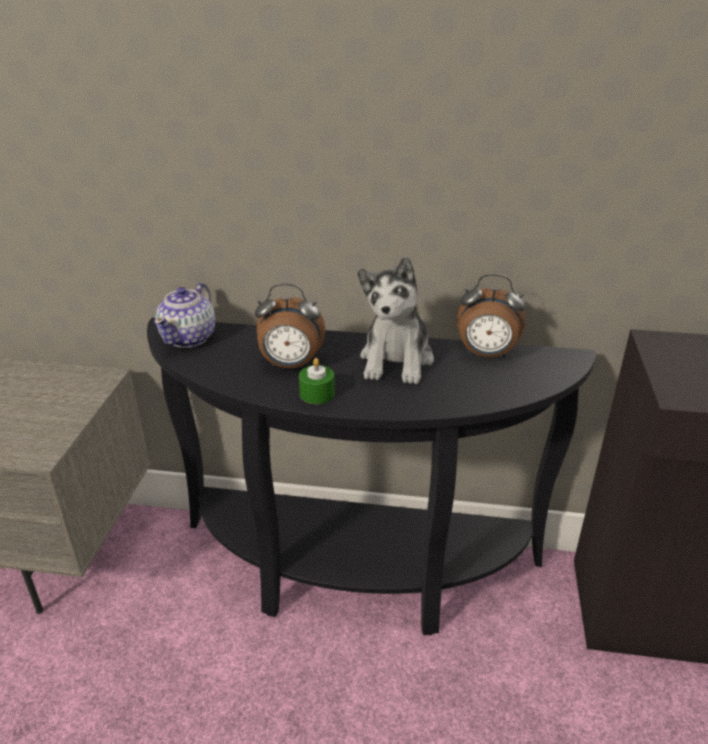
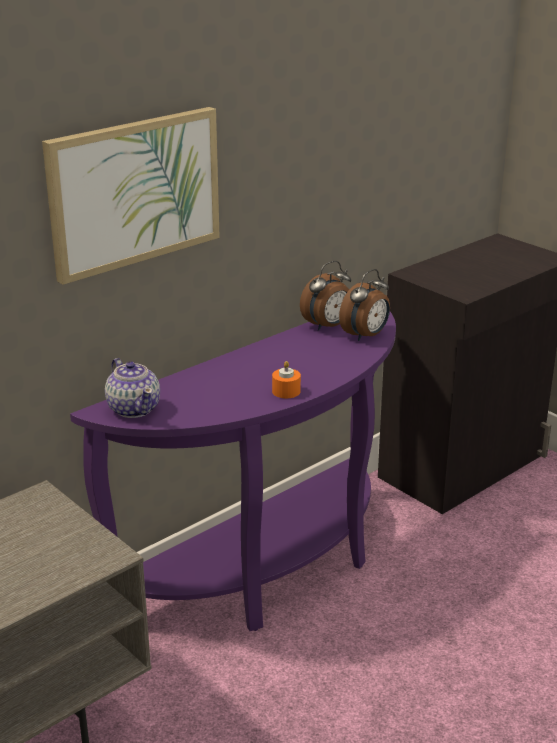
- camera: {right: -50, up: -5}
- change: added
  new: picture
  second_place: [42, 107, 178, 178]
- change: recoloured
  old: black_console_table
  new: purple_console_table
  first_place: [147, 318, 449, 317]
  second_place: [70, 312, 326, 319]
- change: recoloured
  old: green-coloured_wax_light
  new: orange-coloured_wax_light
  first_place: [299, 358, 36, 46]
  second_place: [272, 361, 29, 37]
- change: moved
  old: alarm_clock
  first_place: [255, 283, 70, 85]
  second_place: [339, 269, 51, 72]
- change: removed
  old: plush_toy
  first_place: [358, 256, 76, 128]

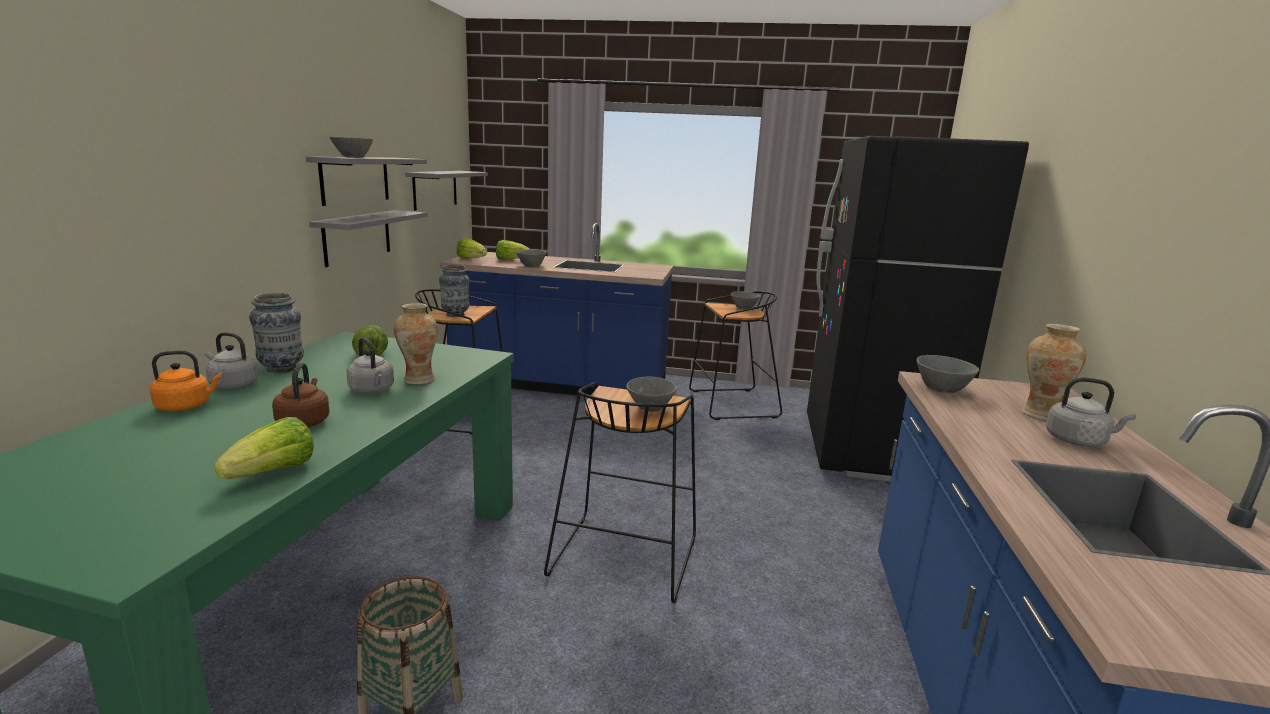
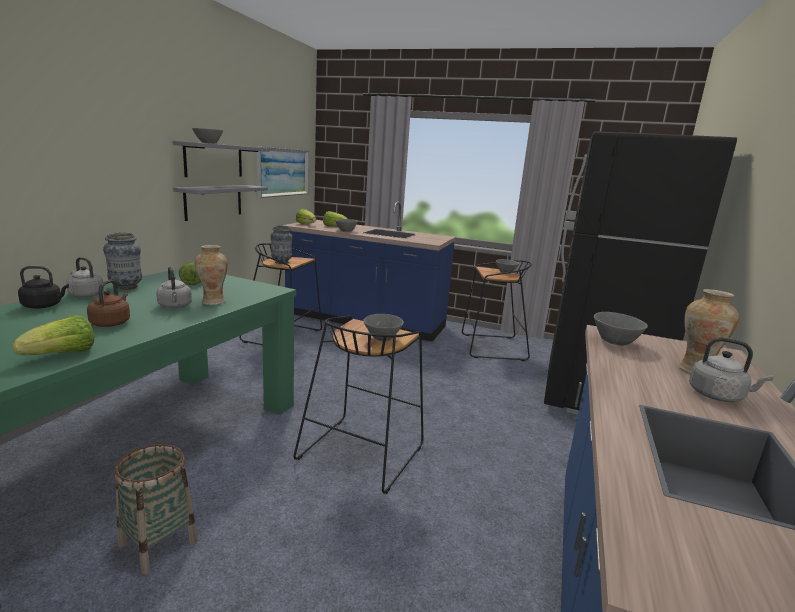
- camera: {right: 10, up: 0}
- change: recoloured
  old: orange-coloured_kettle
  new: black_kettle
  first_place: [150, 351, 72, 60]
  second_place: [18, 266, 51, 43]
- change: replaced
  old: grey_bracket_shelf
  new: picture
  first_place: [405, 171, 83, 39]
  second_place: [257, 147, 52, 51]

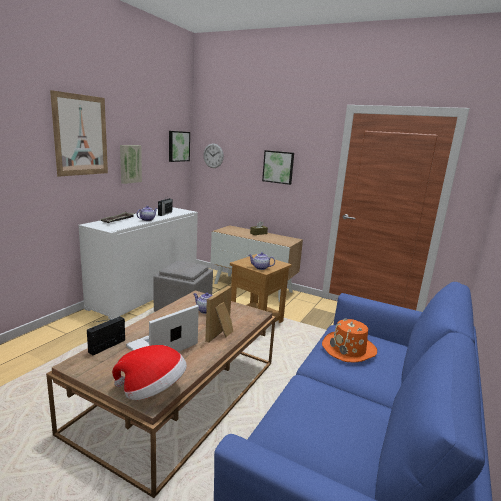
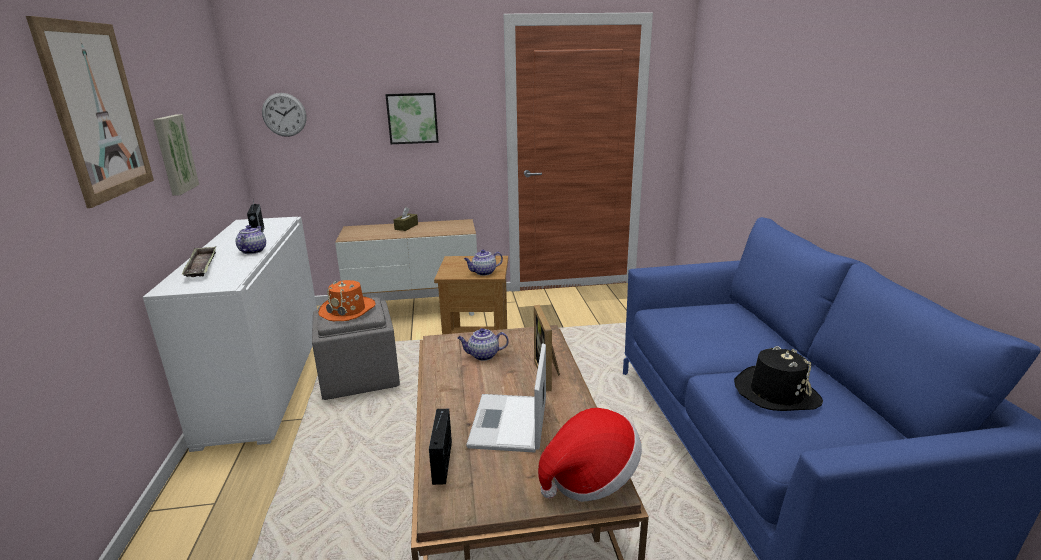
- camera: {right: -35, up: 5}
- change: moved
  old: orange-coloured_hat
  first_place: [322, 318, 55, 45]
  second_place: [318, 280, 58, 41]
- change: added
  new: black_hat
  second_place: [734, 346, 89, 65]
- change: removed
  old: picture
  first_place: [169, 131, 21, 31]

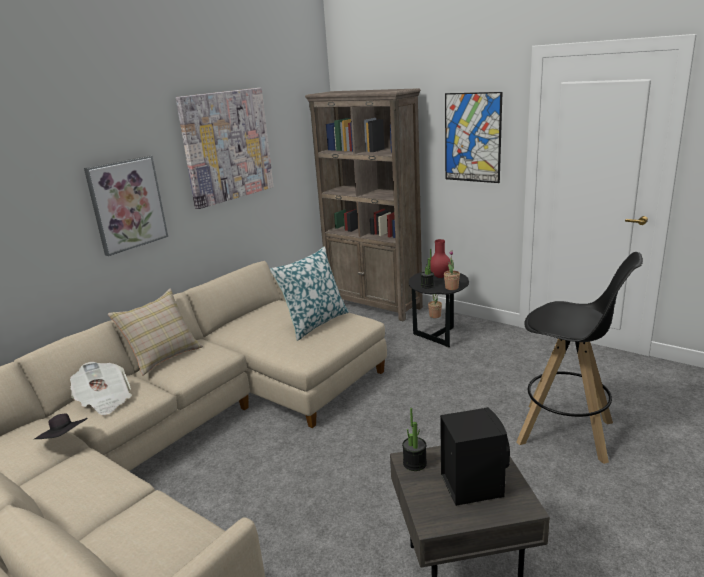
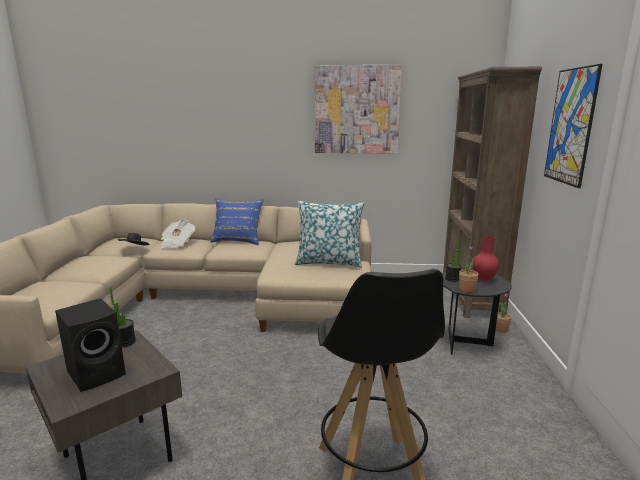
- camera: {right: 55, up: -5}
- change: recoloured
  old: beige-coloured_pillow
  new: blue-coloured_pillow
  first_place: [108, 289, 95, 87]
  second_place: [210, 198, 54, 47]
- change: removed
  old: picture
  first_place: [84, 155, 84, 101]

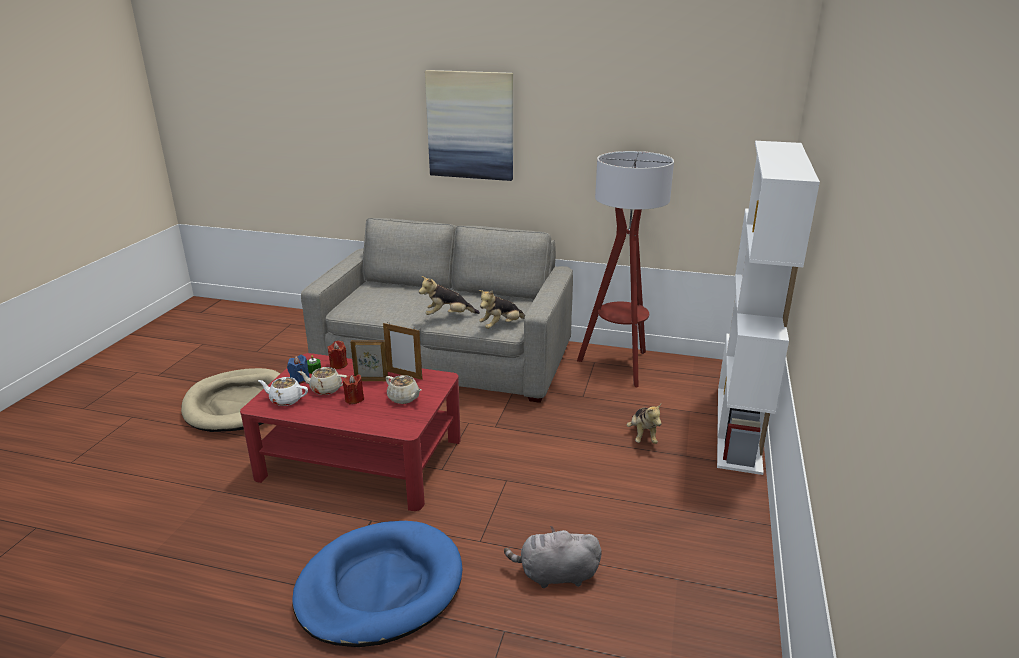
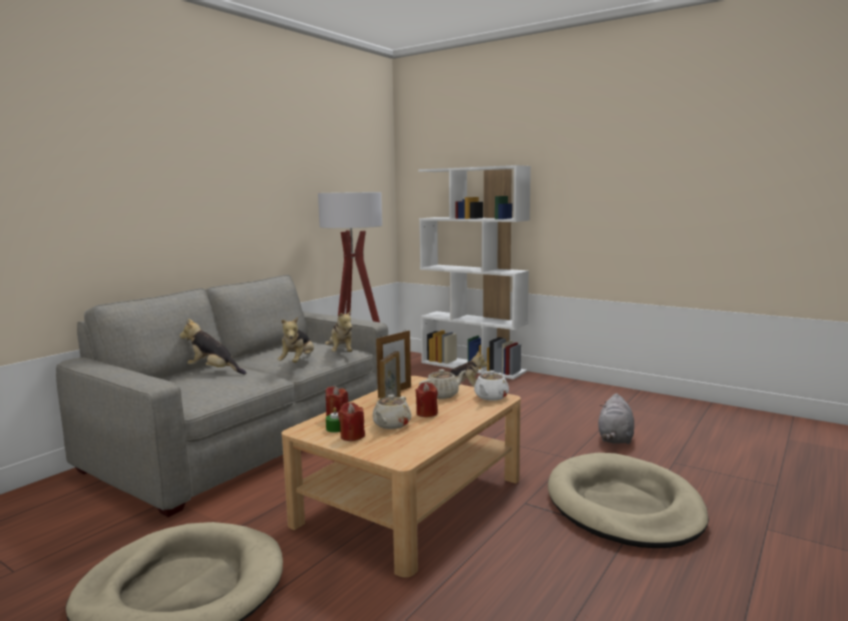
- camera: {right: -70, up: -15}
- change: added
  new: plush_toy
  second_place: [180, 319, 66, 56]
- change: recoloured
  old: red-coloured_lounge_table
  new: beige-coloured_lounge_table
  first_place: [240, 353, 221, 158]
  second_place: [282, 376, 239, 202]
- change: recoloured
  old: blue-coloured_wax_light
  new: red-coloured_wax_light
  first_place: [287, 355, 23, 29]
  second_place: [338, 402, 27, 39]
- change: moved
  old: white_tea_pot
  first_place: [258, 377, 50, 29]
  second_place: [474, 370, 35, 31]
- change: recoloured
  old: blue-coloured_pet_bed
  new: beige-coloured_pet_bed
  first_place: [292, 521, 171, 126]
  second_place: [548, 453, 161, 95]
- change: removed
  old: picture
  first_place: [425, 70, 88, 111]

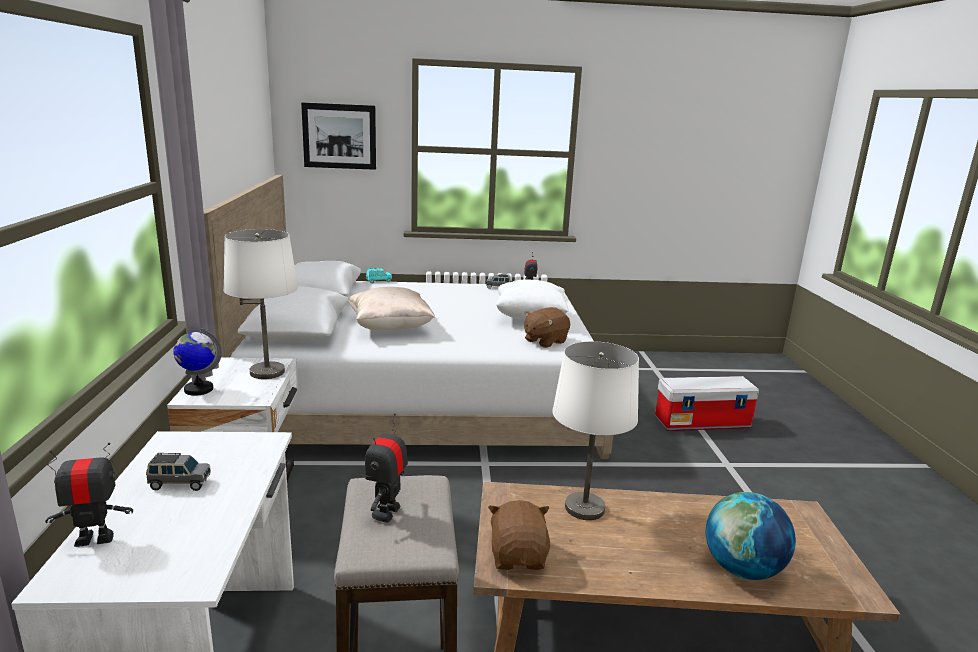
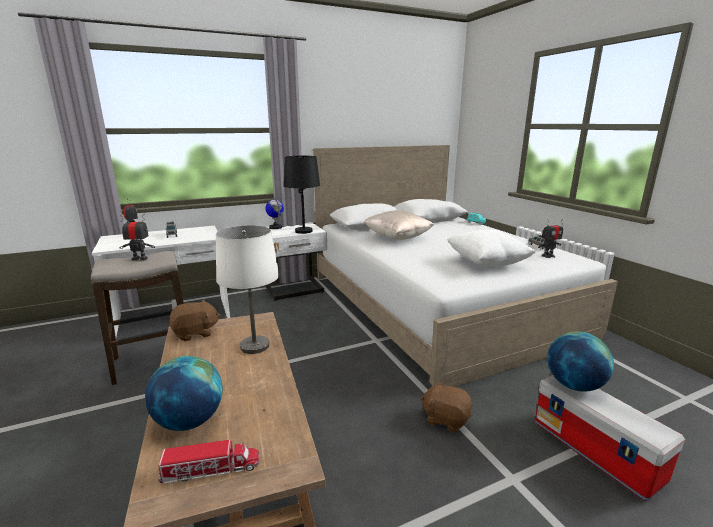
- camera: {right: 70, up: 0}
- change: added
  new: toy_truck
  second_place: [158, 440, 101, 44]
- change: recoloured
  old: white_tabletop_lamp
  new: black_tabletop_lamp
  first_place: [223, 229, 75, 150]
  second_place: [283, 156, 37, 78]
- change: moved
  old: brown-coloured_plush_toy
  first_place: [524, 307, 46, 41]
  second_place: [420, 380, 52, 52]
- change: added
  new: desk_globe
  second_place: [547, 332, 67, 59]
- change: removed
  old: picture
  first_place: [301, 102, 75, 68]

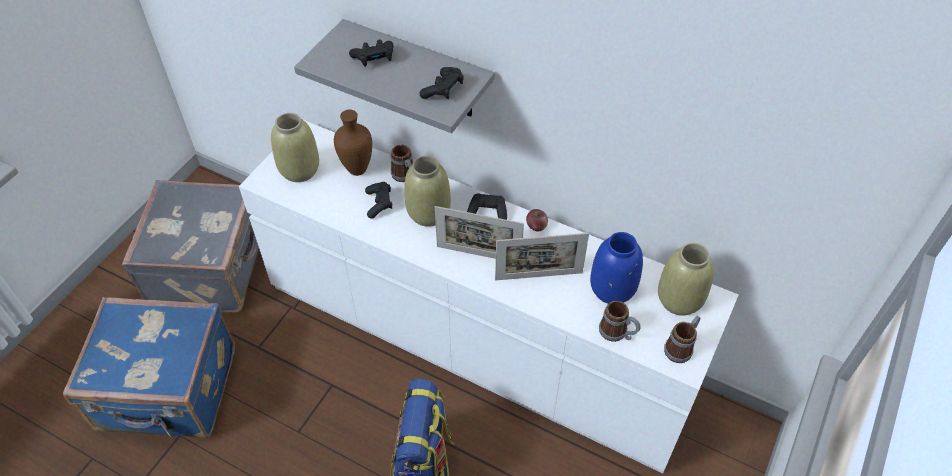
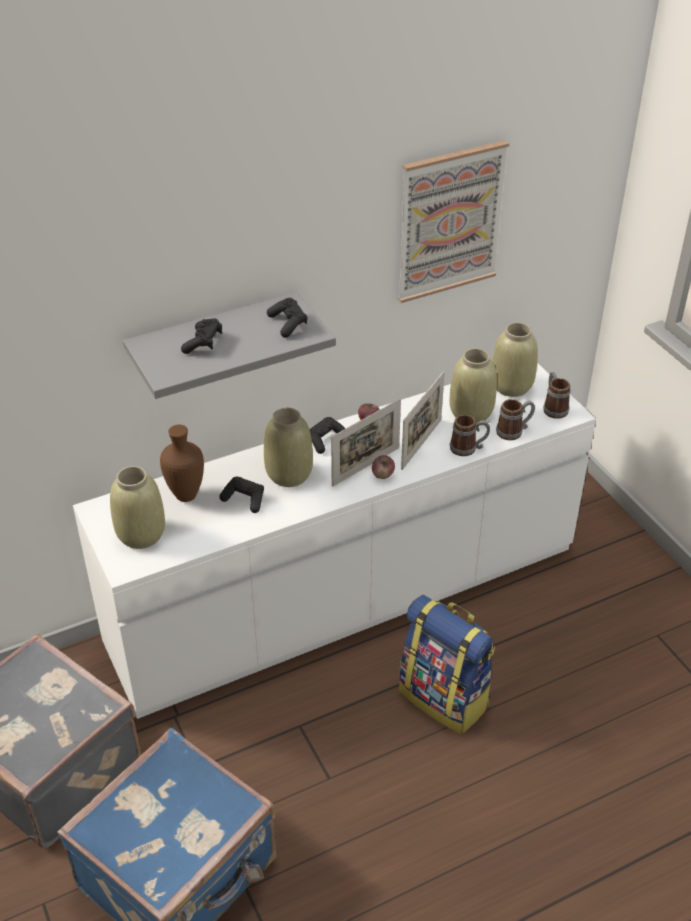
- camera: {right: -55, up: -10}
- change: added
  new: whole_apple
  second_place: [372, 455, 23, 24]
- change: added
  new: picture
  second_place: [398, 140, 111, 163]
- change: recoloured
  old: blue-coloured_vase
  new: beige-coloured_vase
  first_place: [590, 232, 53, 72]
  second_place: [450, 348, 47, 76]
- change: moved
  old: tea_mug
  first_place: [391, 144, 22, 38]
  second_place: [450, 415, 40, 41]

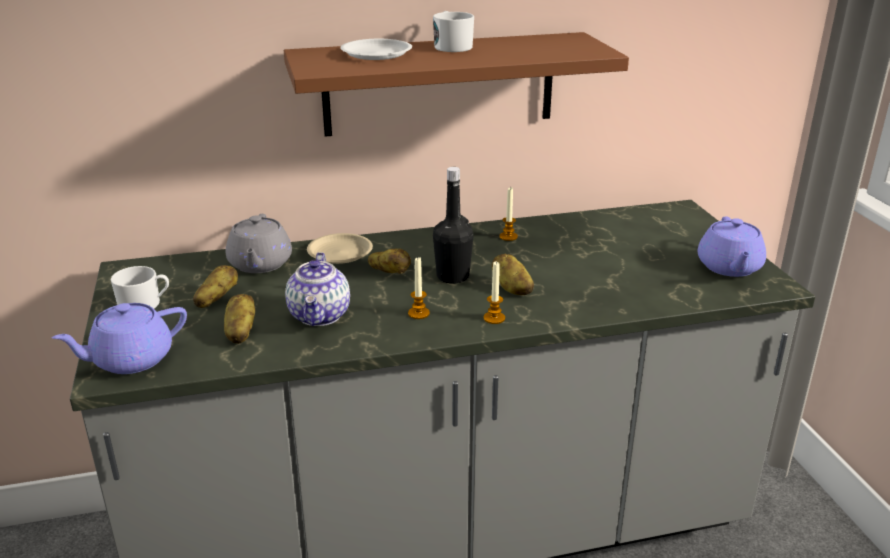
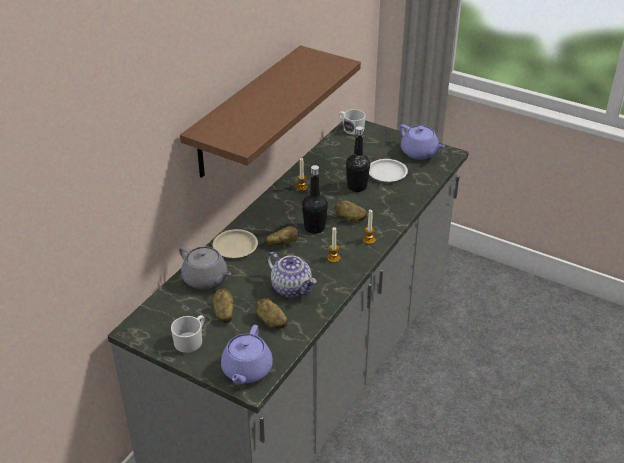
- camera: {right: -45, up: 10}
- change: moved
  old: white_tea_mug
  first_place: [433, 11, 41, 41]
  second_place: [339, 109, 27, 26]
- change: added
  new: black_beverage_bottle
  second_place: [346, 126, 24, 66]
- change: moved
  old: white_dinner_plate
  first_place: [340, 39, 72, 21]
  second_place: [369, 159, 39, 23]

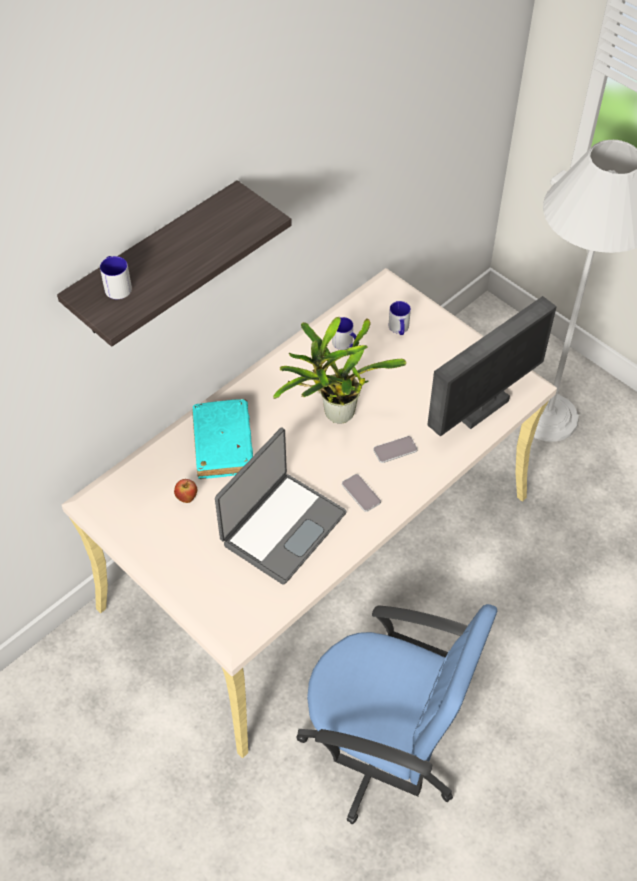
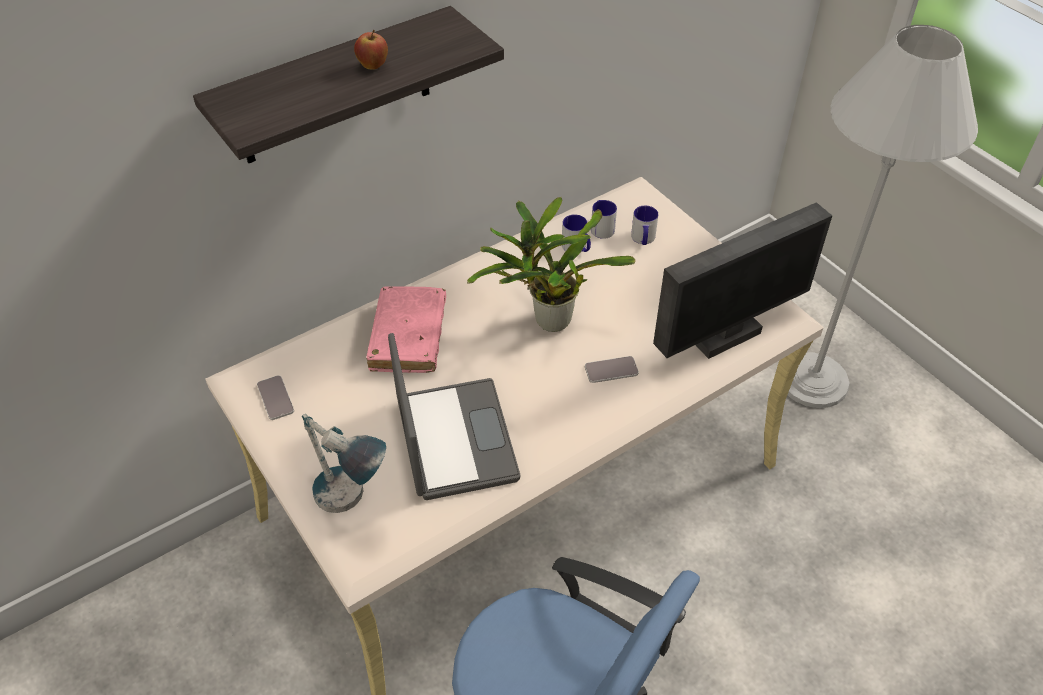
- camera: {right: 10, up: -5}
- change: moved
  old: handset
  first_place: [342, 474, 39, 38]
  second_place: [257, 375, 37, 45]
- change: added
  new: tabletop_lamp
  second_place: [302, 414, 84, 99]
- change: moved
  old: whole_apple
  first_place: [174, 479, 23, 24]
  second_place: [354, 30, 34, 40]
- change: recoloured
  old: turquoise-coloured_book
  new: pink-coloured_book
  first_place: [192, 399, 61, 80]
  second_place: [366, 286, 80, 87]
- change: turned
  old: portable_computer
  first_place: [215, 427, 132, 158]
  second_place: [388, 333, 133, 167]
  degrees: -60
- change: moved
  old: tea_mug
  first_place: [100, 256, 32, 43]
  second_place: [591, 200, 26, 39]

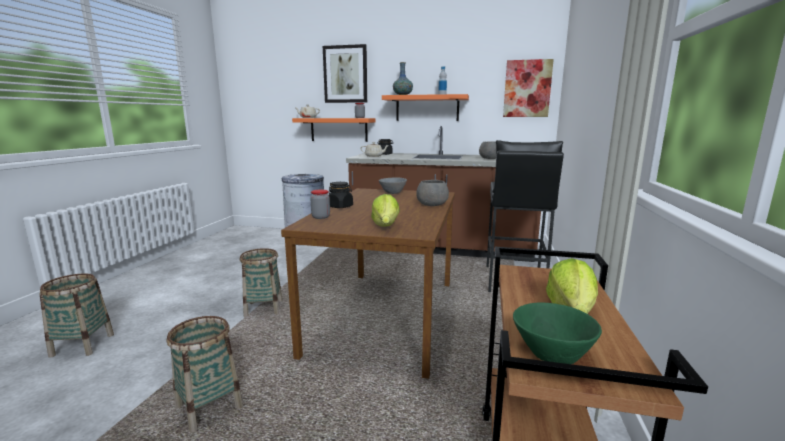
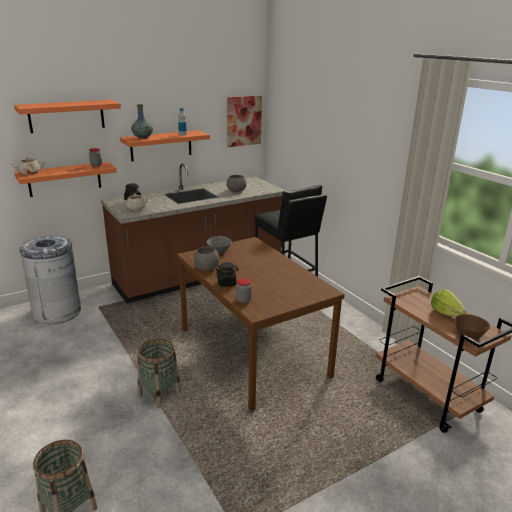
- camera: {right: -45, up: 10}
- change: replaced
  old: picture
  new: orange-coloured_bracket_shelf
  first_place: [323, 44, 44, 59]
  second_place: [14, 100, 107, 33]
- change: moved
  old: grey_serving_bowl
  first_place: [416, 180, 33, 26]
  second_place: [194, 247, 26, 24]
- change: recoloured
  old: green-coloured_serving_bowl
  new: brown-coloured_serving_bowl
  first_place: [513, 302, 89, 62]
  second_place: [455, 314, 35, 25]
- change: removed
  old: basket
  first_place: [166, 316, 77, 116]
- change: removed
  old: lettuce_head
  first_place: [371, 194, 29, 32]

